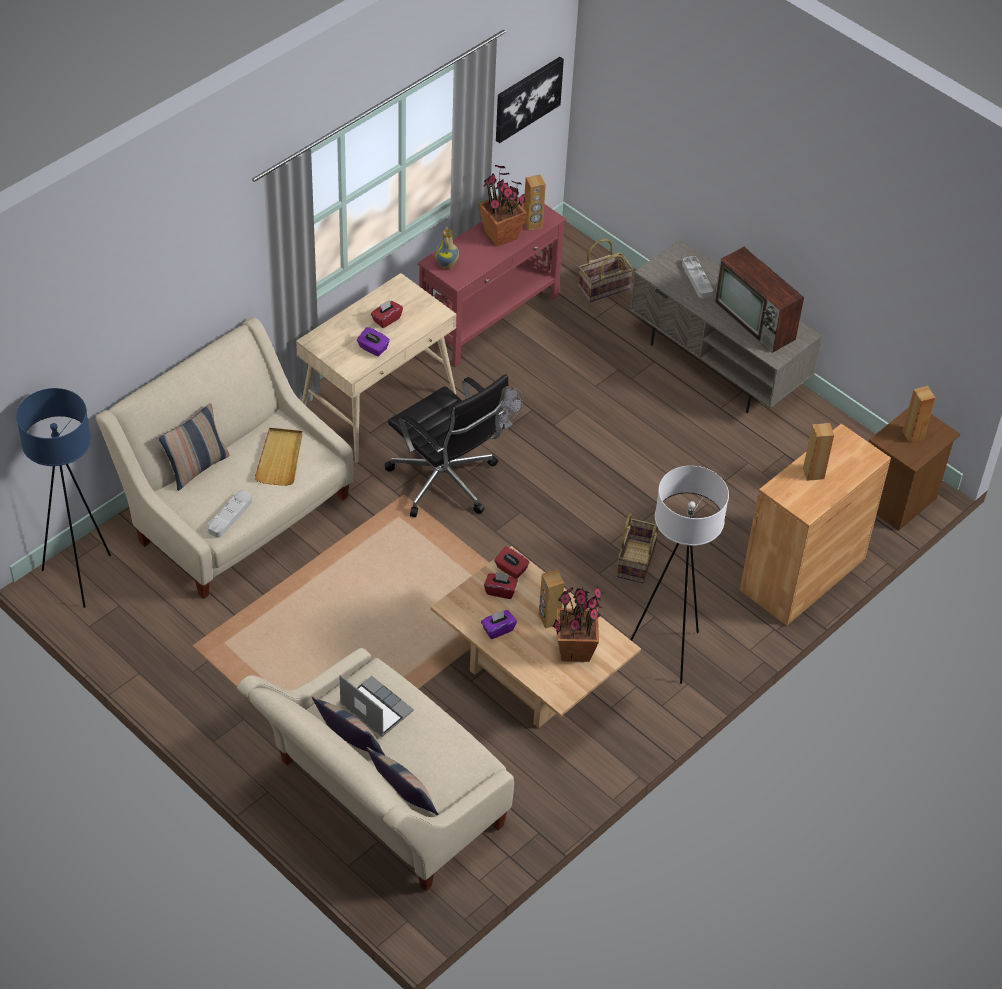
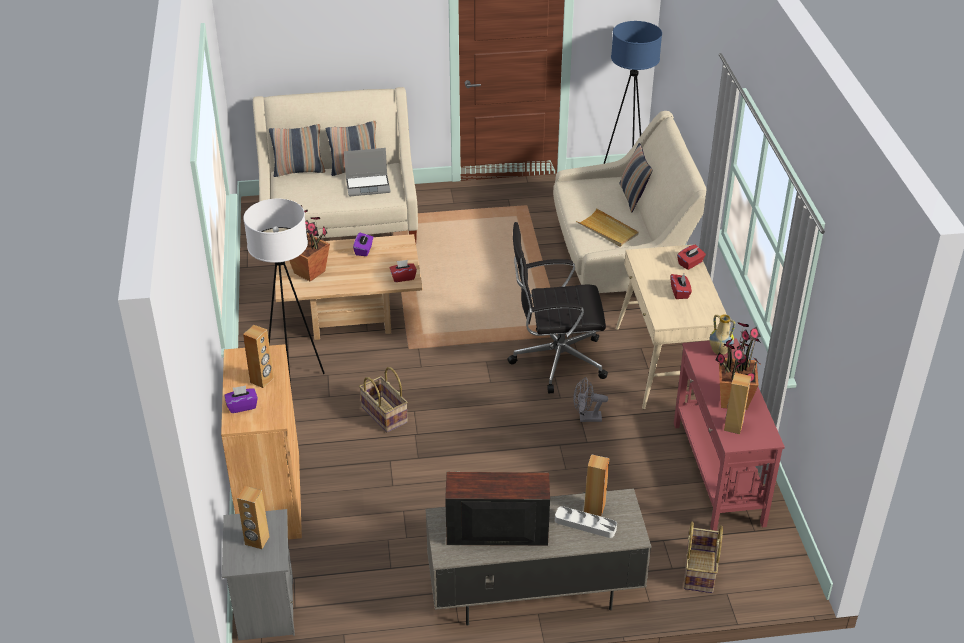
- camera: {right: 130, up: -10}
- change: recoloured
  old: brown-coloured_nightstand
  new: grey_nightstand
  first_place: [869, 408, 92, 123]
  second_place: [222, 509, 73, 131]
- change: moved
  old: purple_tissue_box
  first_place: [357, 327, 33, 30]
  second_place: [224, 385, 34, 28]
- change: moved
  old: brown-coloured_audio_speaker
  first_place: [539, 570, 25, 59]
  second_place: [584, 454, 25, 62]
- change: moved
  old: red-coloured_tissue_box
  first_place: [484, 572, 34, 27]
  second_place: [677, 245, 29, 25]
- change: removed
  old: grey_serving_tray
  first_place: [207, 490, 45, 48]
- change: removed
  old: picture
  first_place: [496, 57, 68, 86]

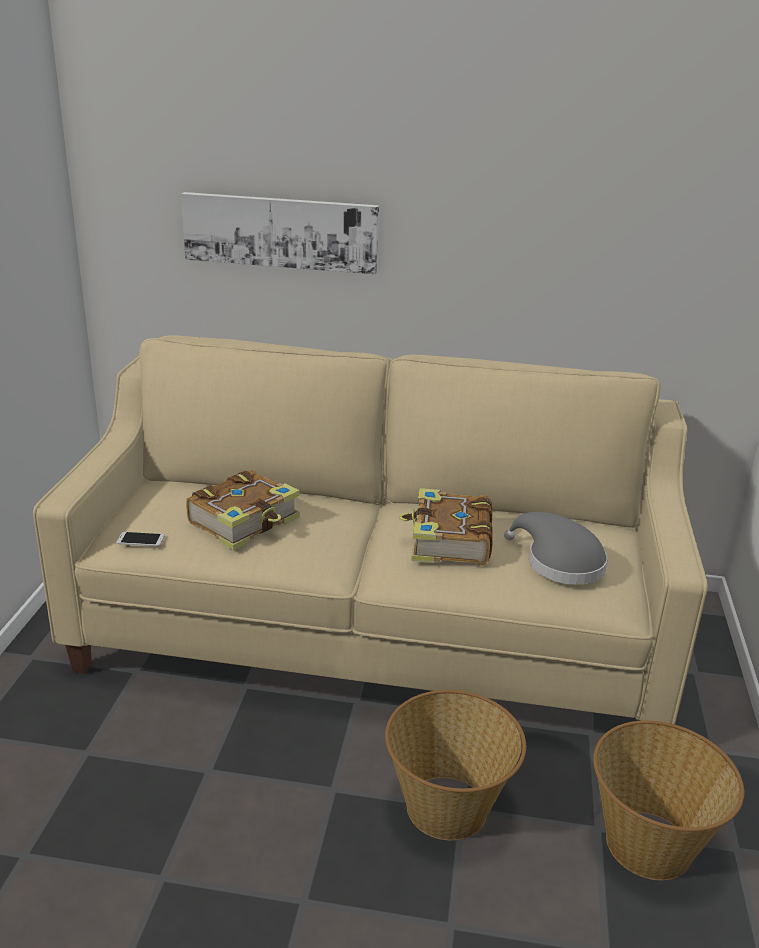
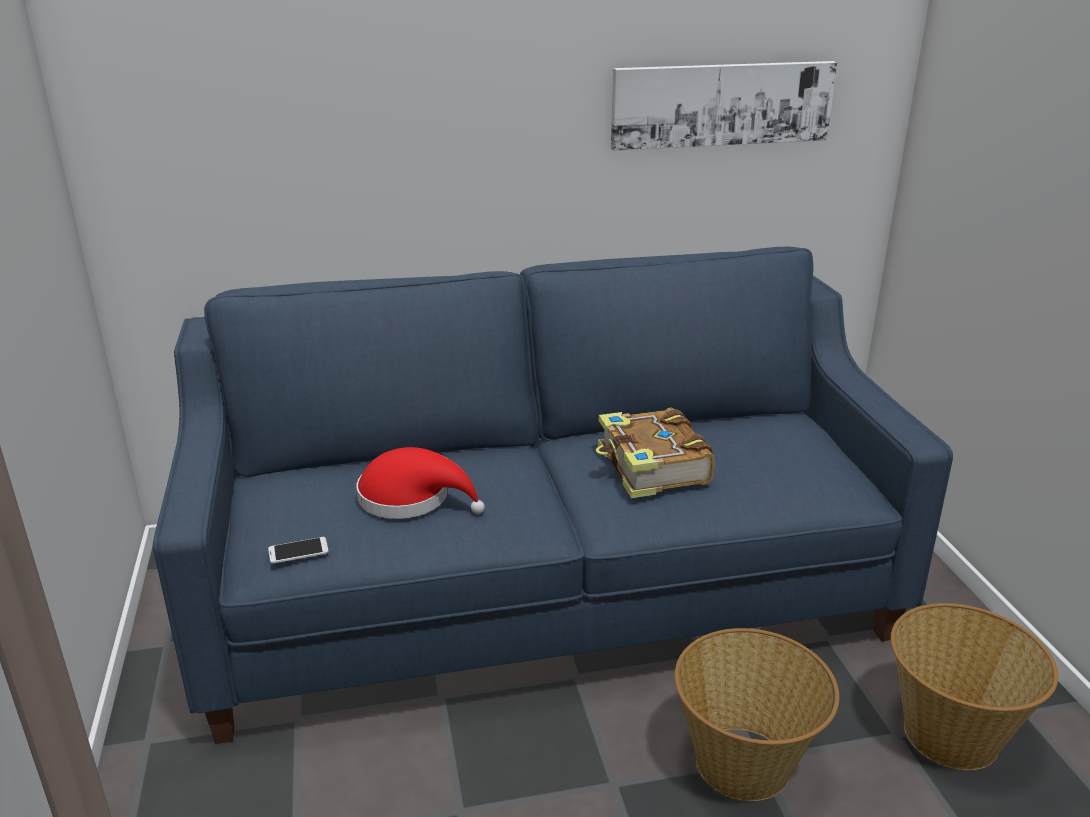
- camera: {right: -20, up: 0}
- change: recoloured
  old: beige-coloured_couch
  new: blue-coloured_couch
  first_place: [33, 335, 675, 389]
  second_place: [153, 246, 800, 498]
- change: replaced
  old: book
  new: red-coloured_hat
  first_place: [186, 470, 114, 80]
  second_place: [356, 447, 129, 72]
- change: moved
  old: picture
  first_place: [181, 192, 198, 83]
  second_place: [611, 61, 226, 90]
- change: removed
  old: grey_hat
  first_place: [504, 512, 104, 73]

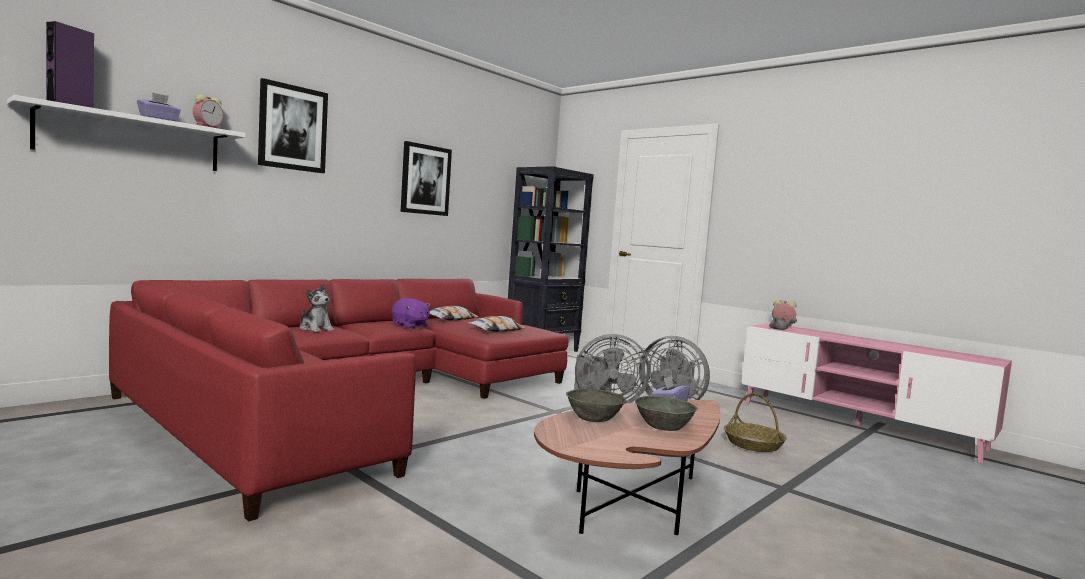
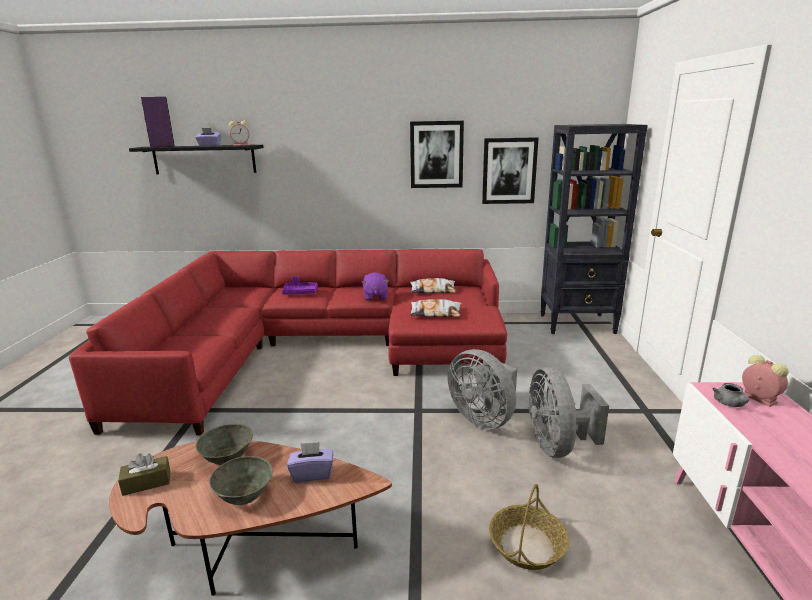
- camera: {right: 50, up: 15}
- change: added
  new: brown-coloured_tissue_box
  second_place: [118, 453, 52, 43]
- change: recoloured
  old: white_bracket_shelf
  new: black_bracket_shelf
  first_place: [7, 95, 239, 76]
  second_place: [129, 145, 134, 29]
- change: replaced
  old: plush_toy
  new: purple_serving_tray
  first_place: [300, 284, 34, 48]
  second_place: [282, 276, 36, 18]
- change: moved
  old: picture
  first_place: [258, 78, 70, 95]
  second_place: [482, 137, 57, 67]

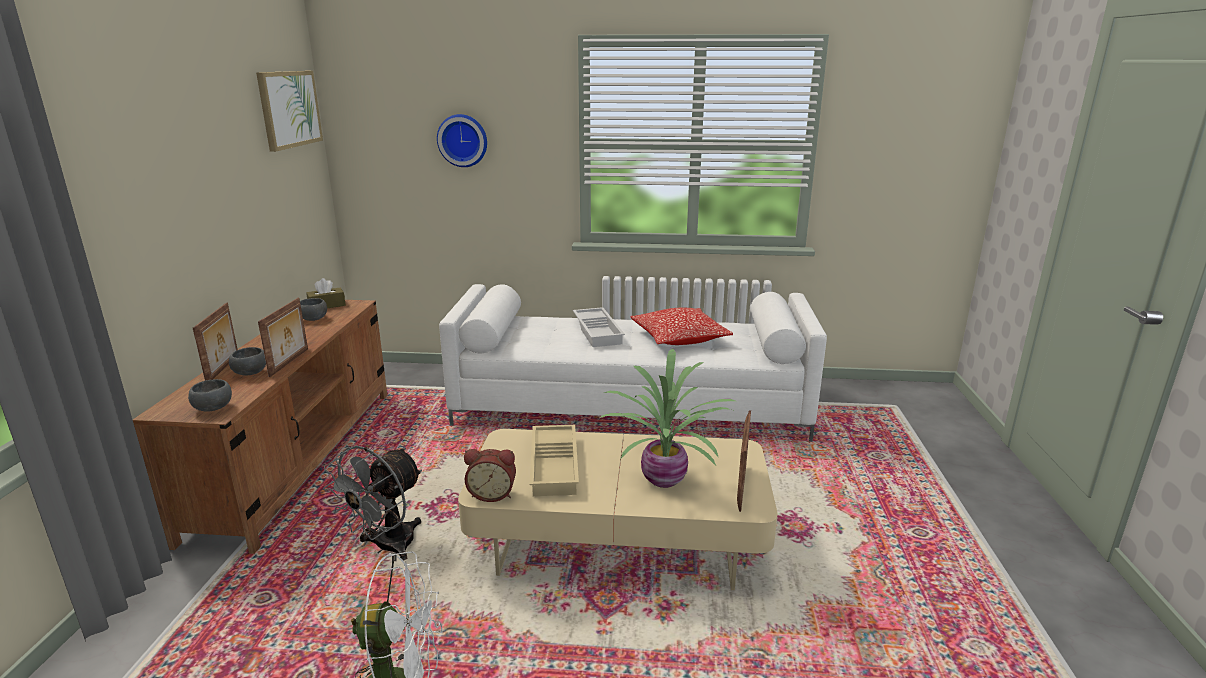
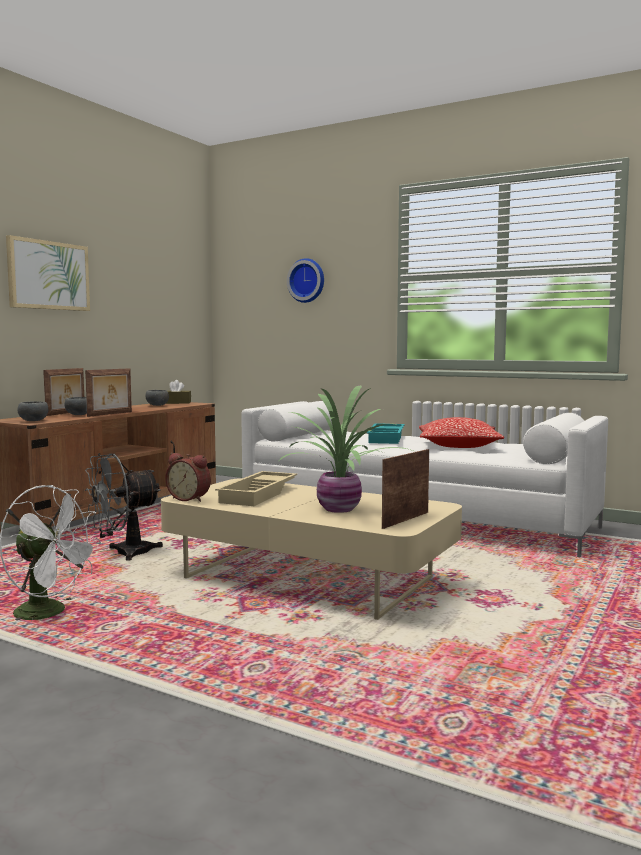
- camera: {right: 25, up: -15}
- change: moved
  old: picture
  first_place: [256, 71, 67, 81]
  second_place: [6, 235, 84, 76]
- change: recoloured
  old: white_serving_tray
  new: turquoise-coloured_serving_tray
  first_place: [573, 307, 52, 40]
  second_place: [367, 423, 38, 21]

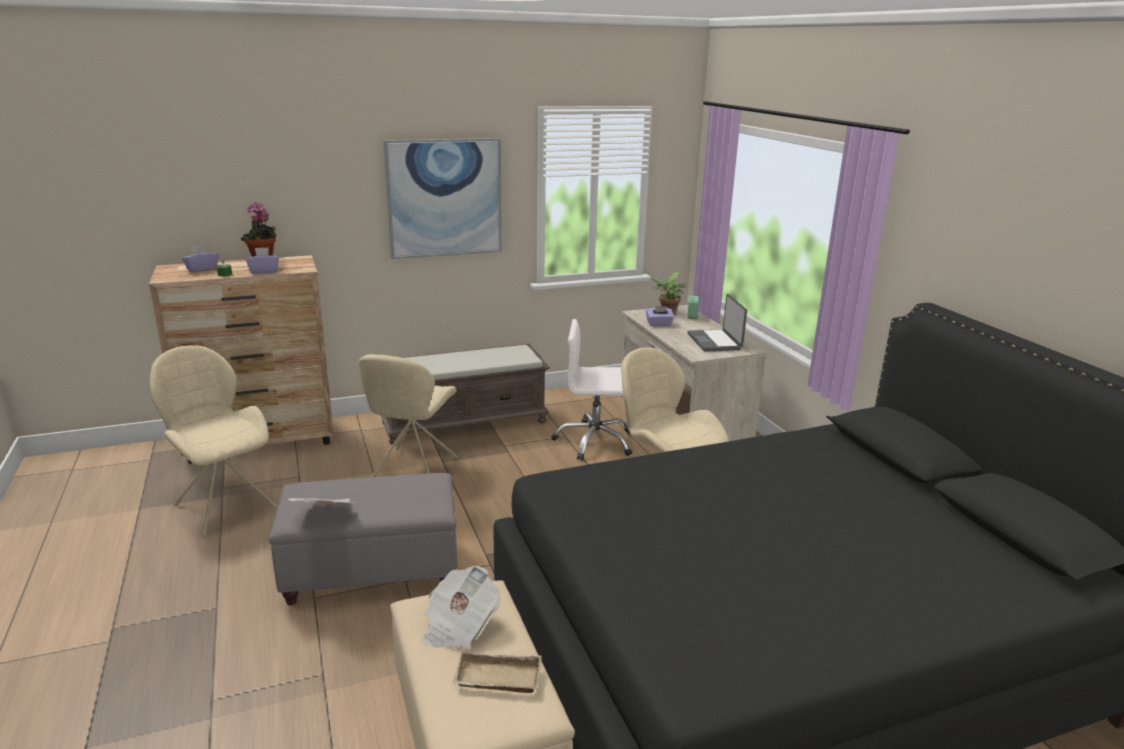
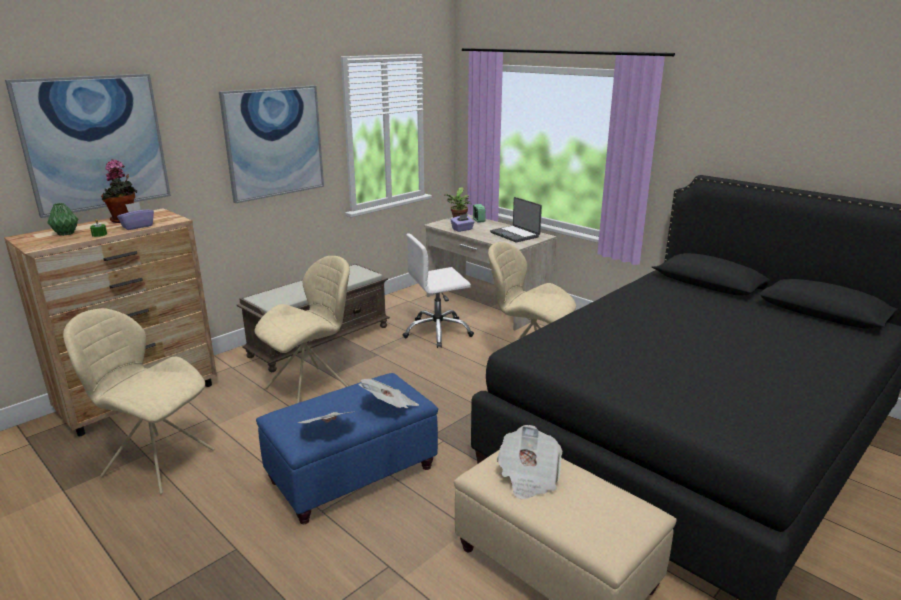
- camera: {right: -25, up: 0}
- change: added
  new: picture
  second_place: [5, 74, 166, 144]
- change: replaced
  old: purple_tissue_box
  new: green-coloured_vase
  first_place: [182, 245, 36, 27]
  second_place: [47, 203, 31, 33]
- change: turned
  old: beige-coloured_chair
  first_place: [359, 354, 99, 123]
  second_place: [254, 256, 96, 147]
  degrees: -120
- change: recoloured
  old: grey_ottoman
  new: blue-coloured_ottoman
  first_place: [269, 473, 188, 133]
  second_place: [256, 373, 182, 151]
- change: added
  new: printed_paper
  second_place: [358, 379, 61, 29]
- change: removed
  old: beige-coloured_serving_tray
  first_place: [452, 652, 90, 41]

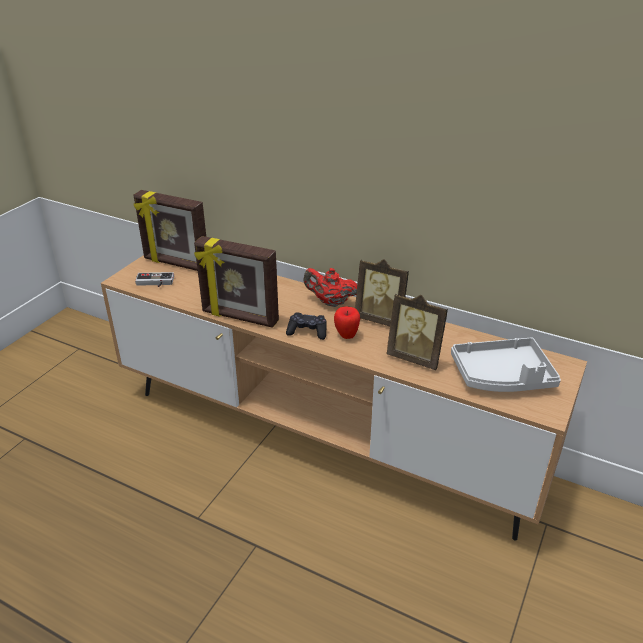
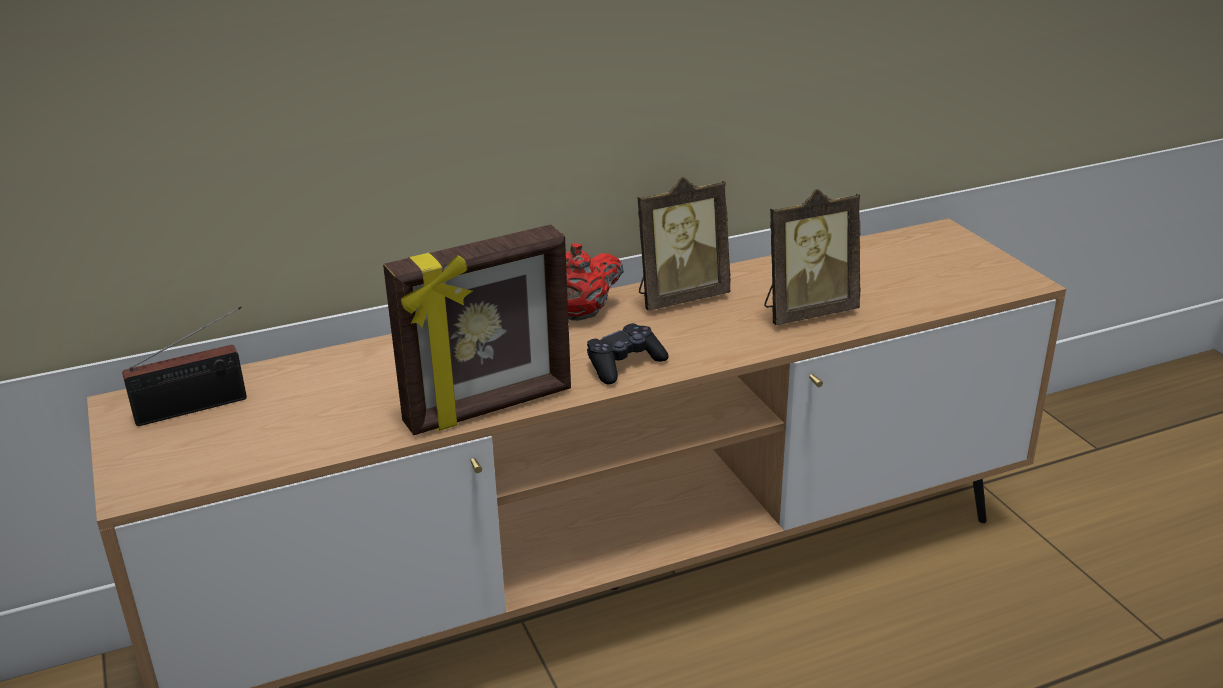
- camera: {right: -50, up: -5}
- change: replaced
  old: picture_frame
  new: radio_receiver
  first_place: [134, 190, 72, 81]
  second_place: [122, 306, 125, 120]
- change: removed
  old: gamepad
  first_place: [135, 272, 39, 15]
- change: removed
  old: whole_apple
  first_place: [334, 307, 26, 32]
- change: removed
  old: grey_serving_tray
  first_place: [451, 338, 110, 54]

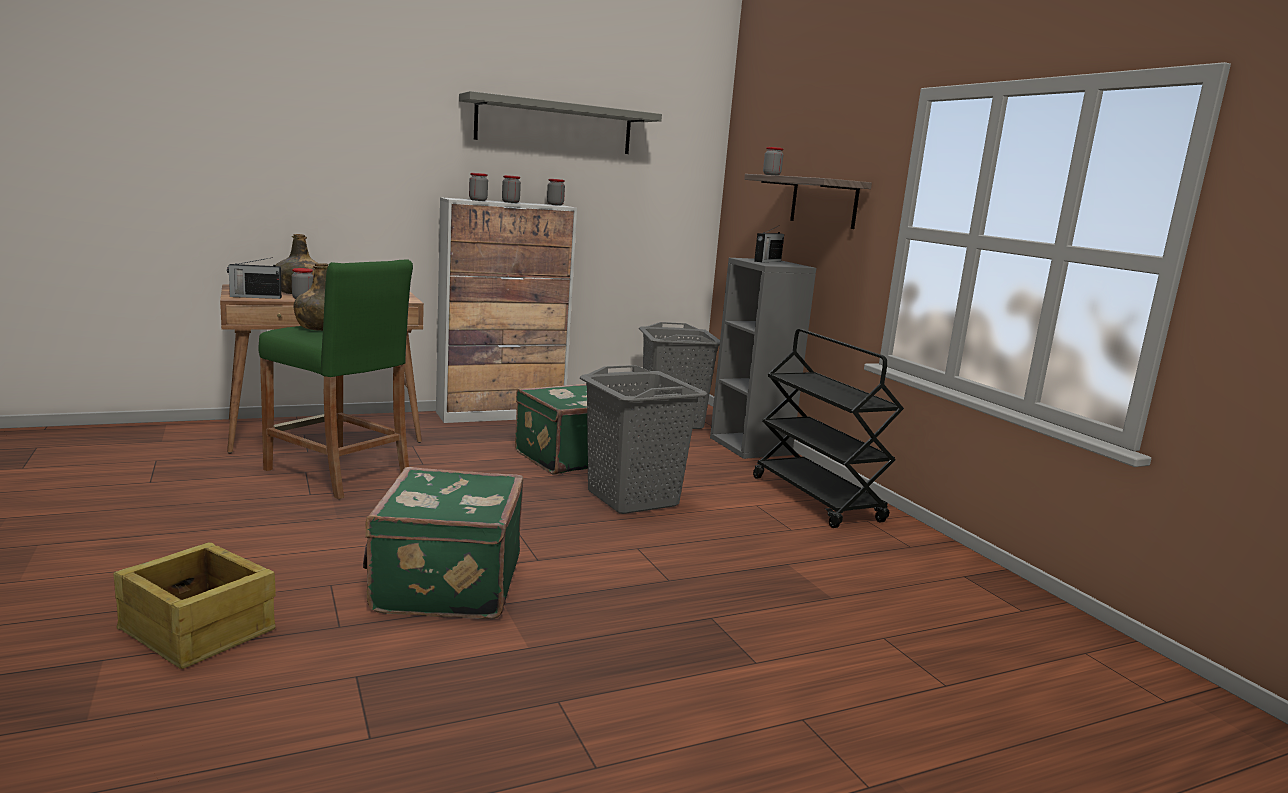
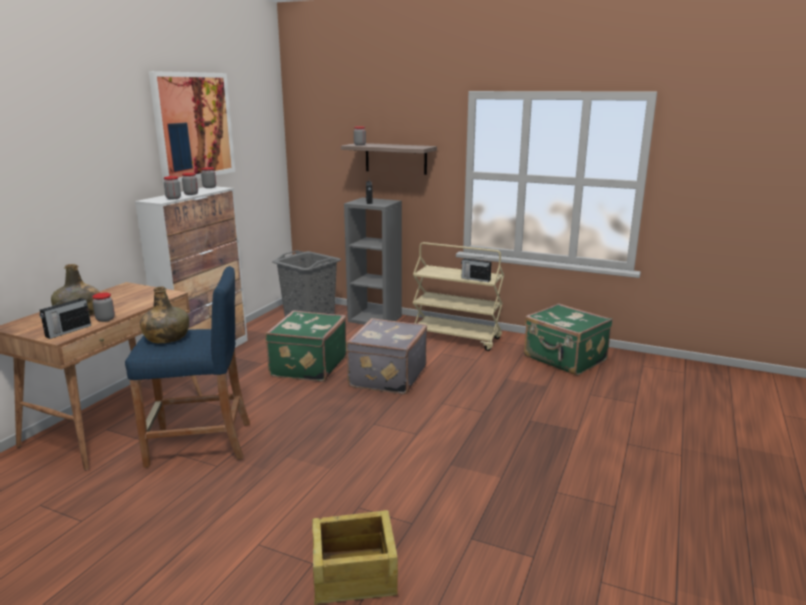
- camera: {right: -40, up: 5}
- change: recoloured
  old: green-coloured_sitting_stool
  new: blue-coloured_sitting_stool
  first_place: [258, 260, 155, 239]
  second_place: [125, 266, 125, 202]
- change: replaced
  old: grey_bracket_shelf
  new: picture
  first_place: [459, 91, 203, 63]
  second_place: [149, 71, 86, 113]
- change: replaced
  old: grey_washing_basket
  new: grey_piece_of_luggage
  first_place: [580, 365, 127, 149]
  second_place: [346, 318, 81, 76]
- change: recoloured
  old: black_cart
  new: beige-coloured_cart
  first_place: [753, 329, 151, 199]
  second_place: [413, 242, 91, 109]
- change: added
  new: radio_receiver
  second_place: [461, 257, 31, 25]
- change: moved
  old: green-coloured_piece_of_luggage
  first_place: [363, 467, 160, 152]
  second_place: [524, 303, 89, 73]

